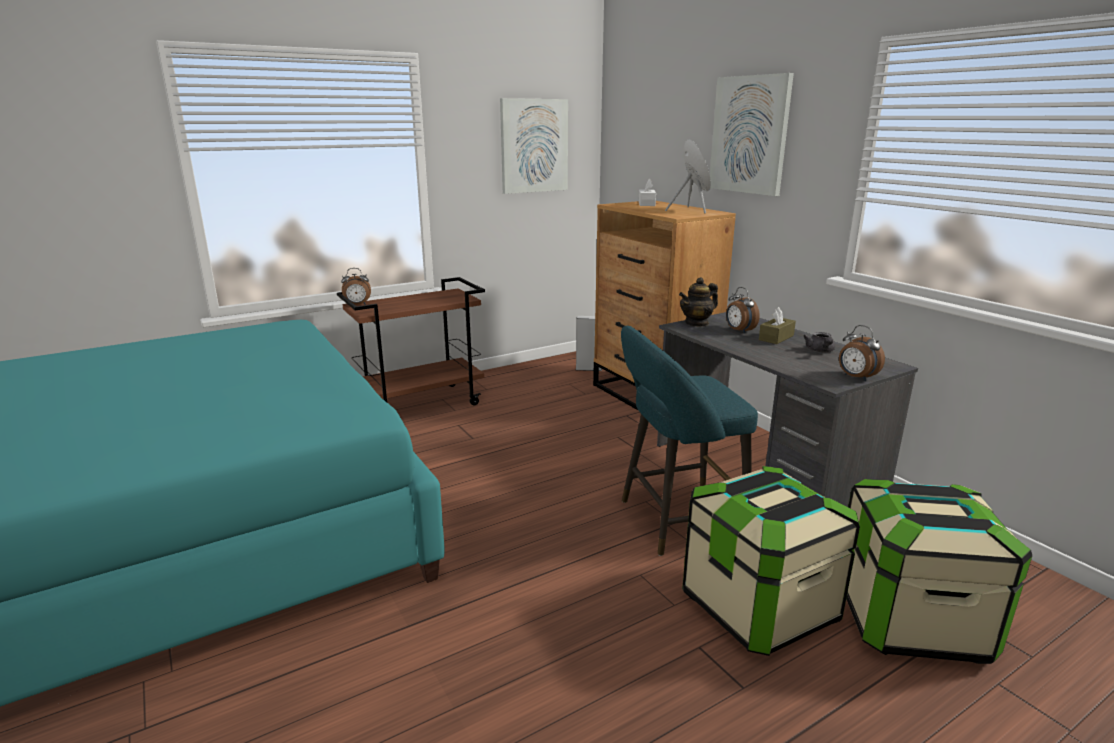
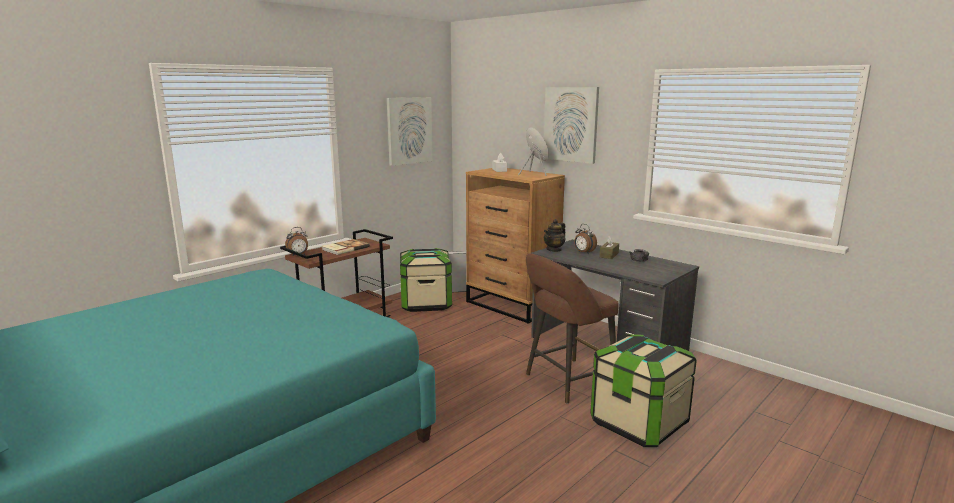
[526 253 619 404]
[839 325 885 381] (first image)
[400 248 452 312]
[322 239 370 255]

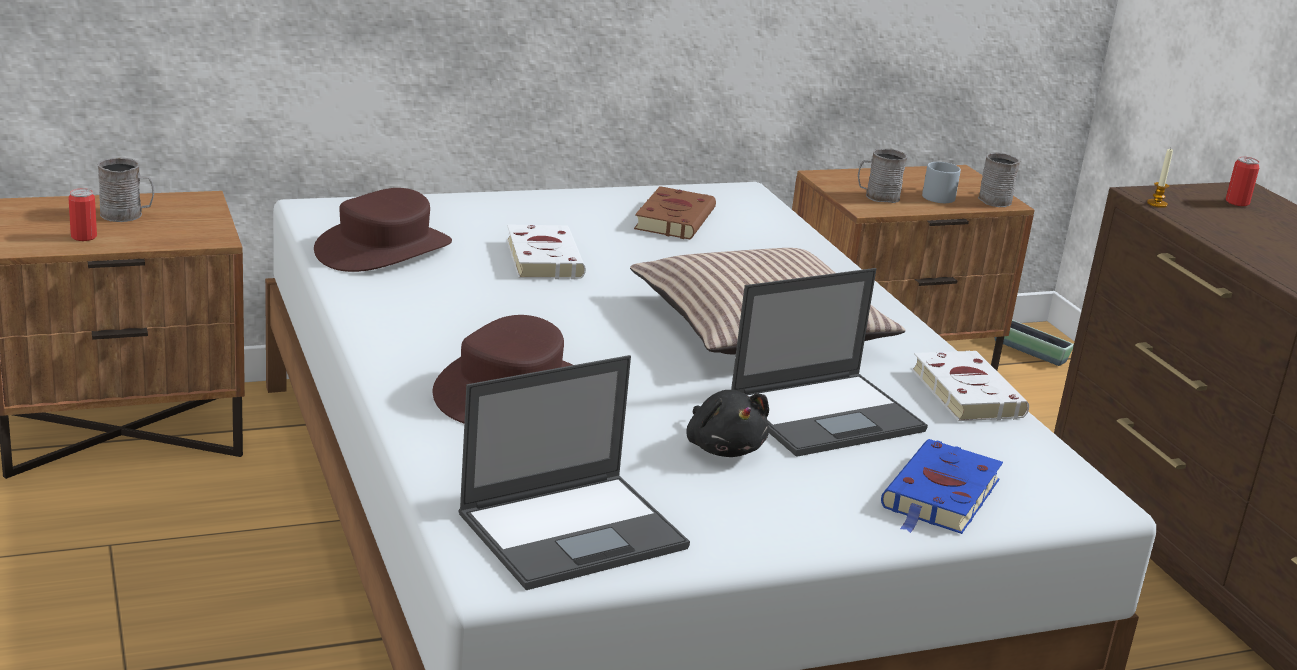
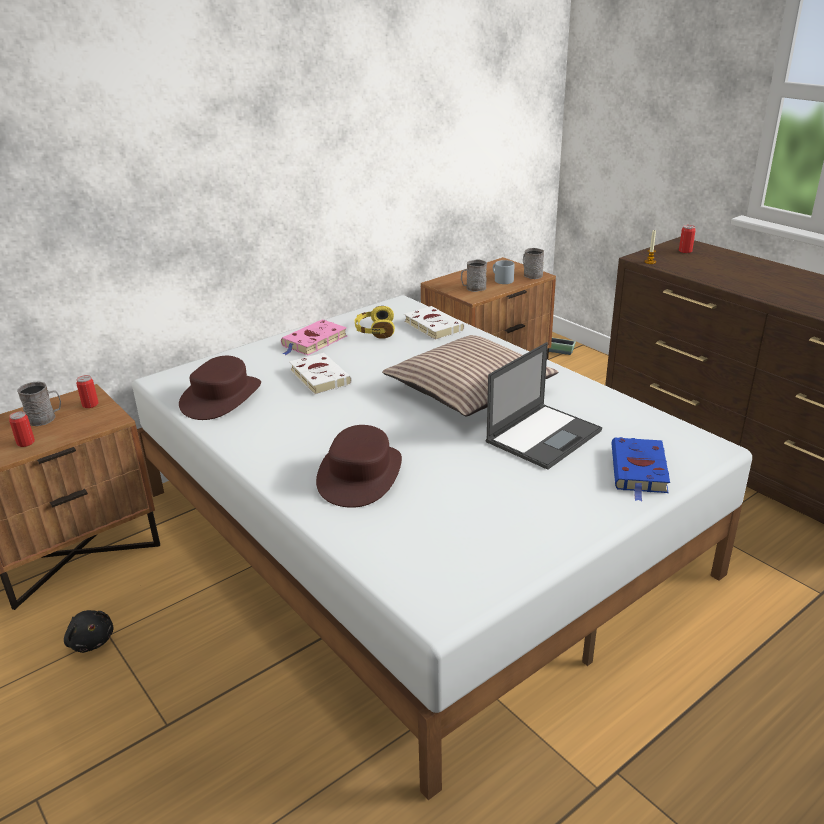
[458 355 690 590] (first image)
[355 306 395 339]
[64 610 114 653]
[404 306 465 340]
[76 375 99 408]
[281 320 347 355]

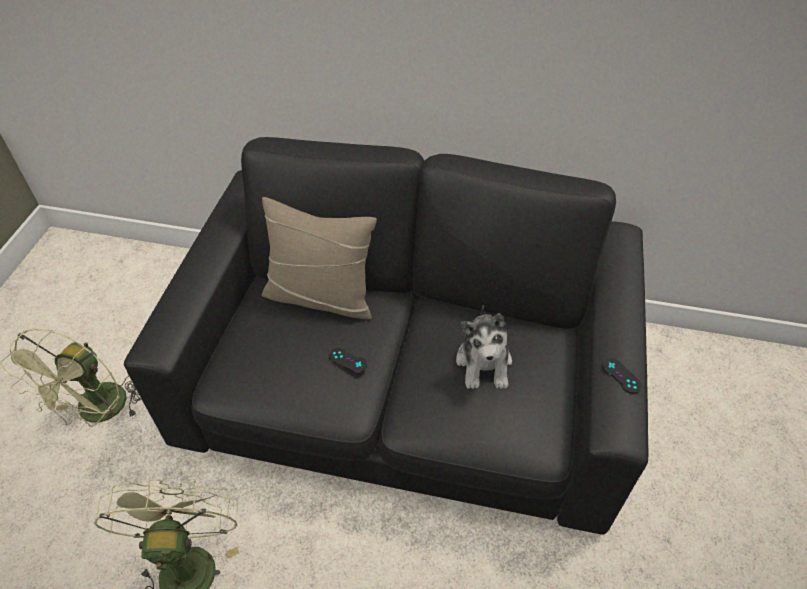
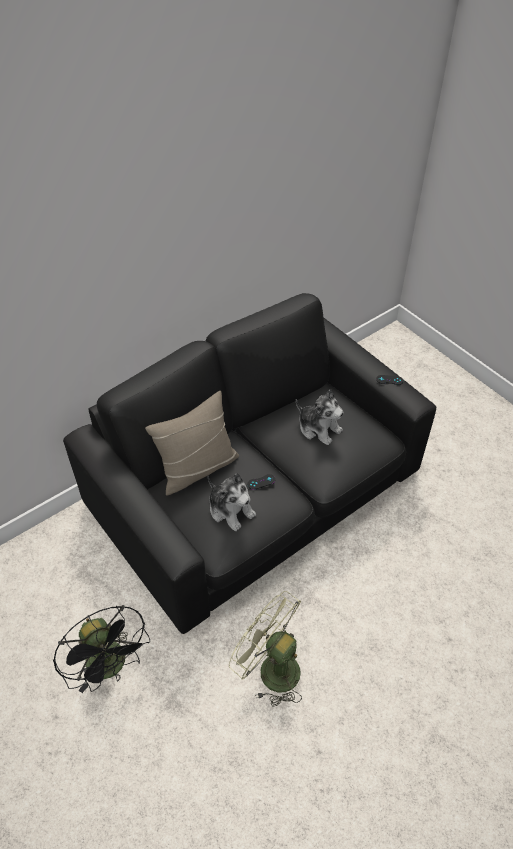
[53 605 150 693]
[208 473 256 531]

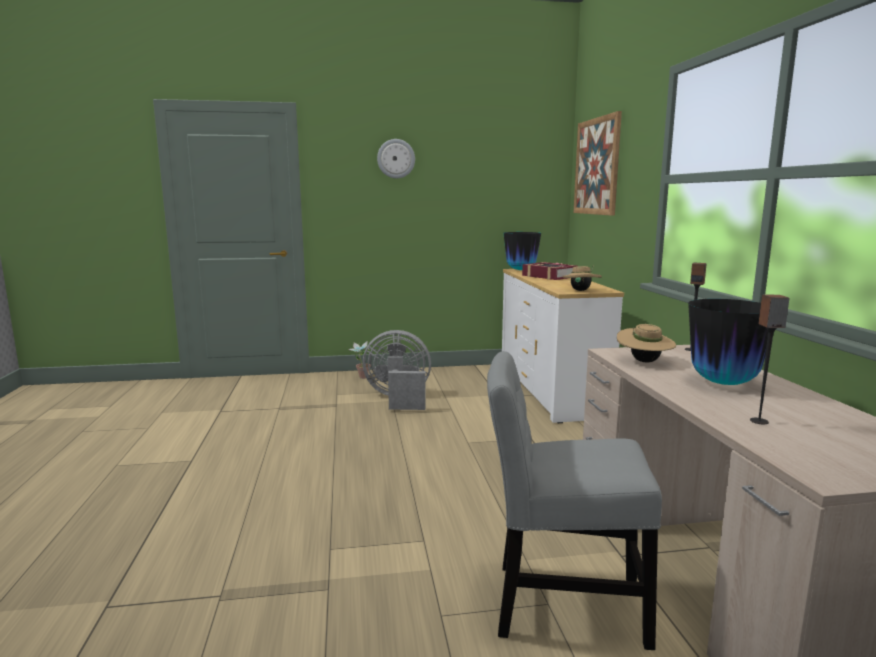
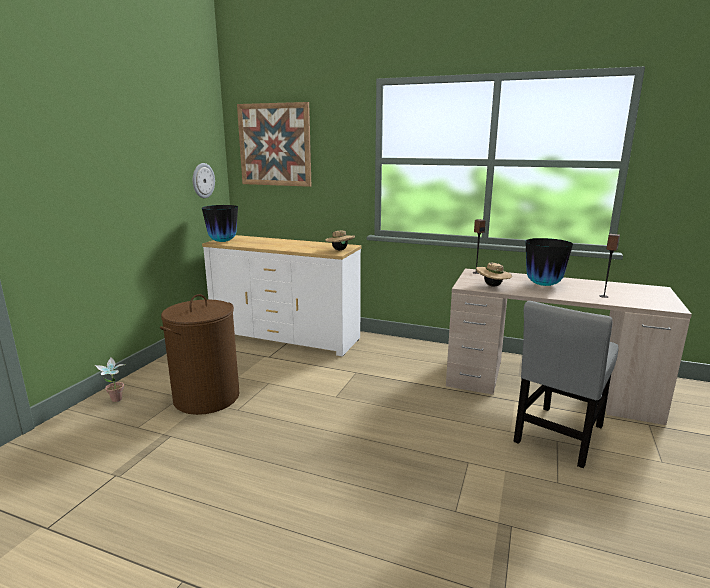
[160 294 239 415]
[193 163 215 198]
[522 262 576 280] (first image)

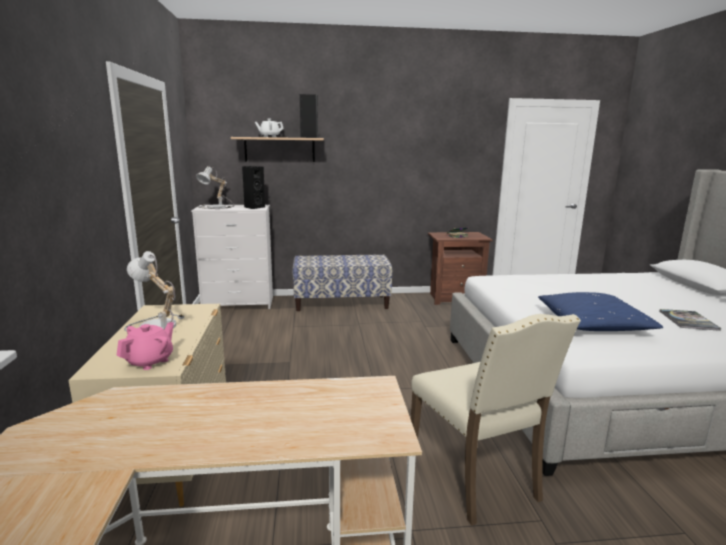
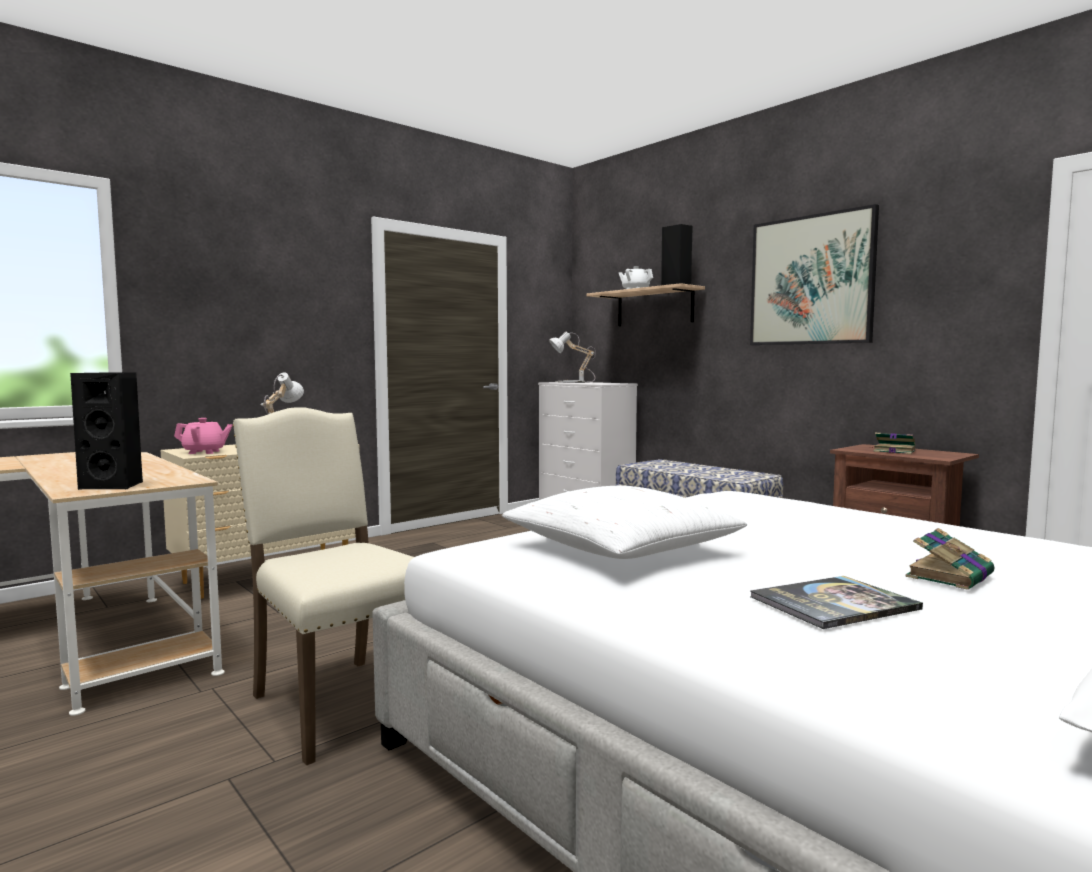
[70 372 143 490]
[233 407 414 766]
[502 486 747 559]
[750 204 879 345]
[906 528 994 590]

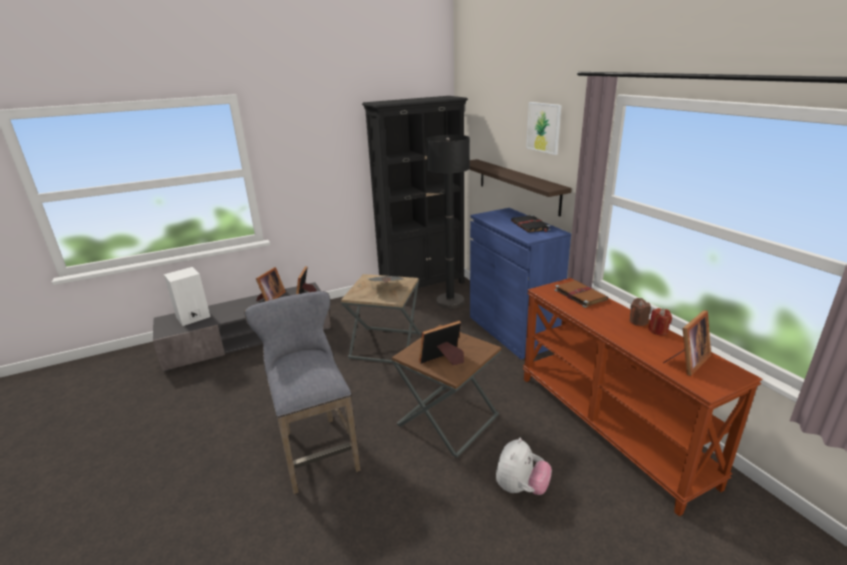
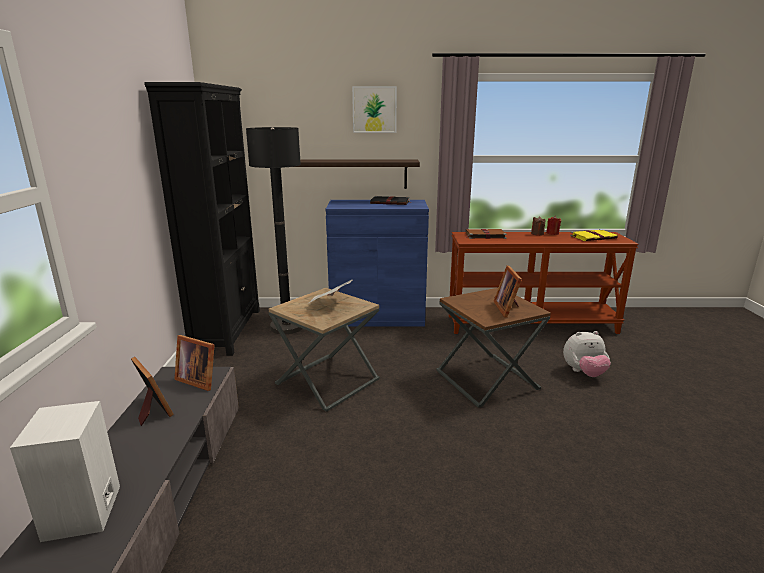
[244 291 361 494] (first image)
[563 331 611 377]
[570 229 618 241]

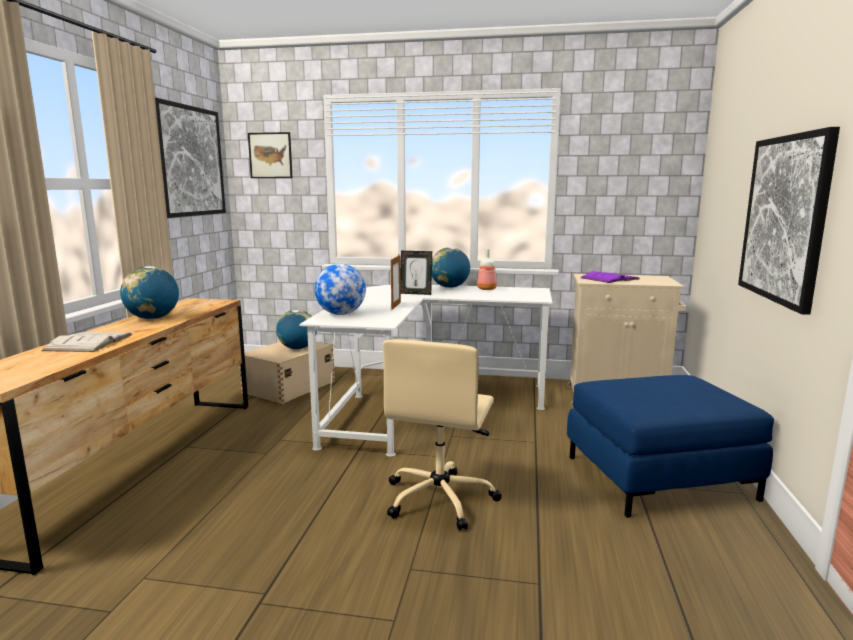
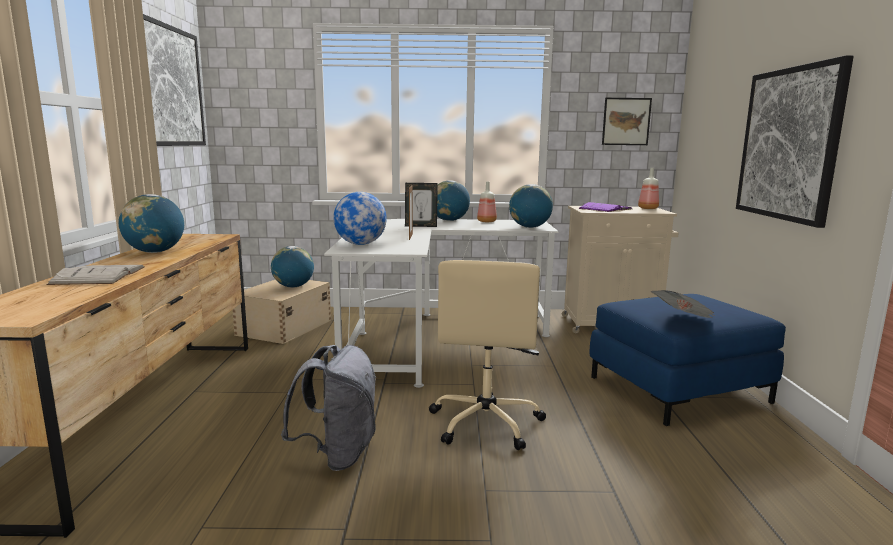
[602 98 652 145]
[281 345 376 471]
[509 184 553 228]
[638 168 659 209]
[650 290 715 318]

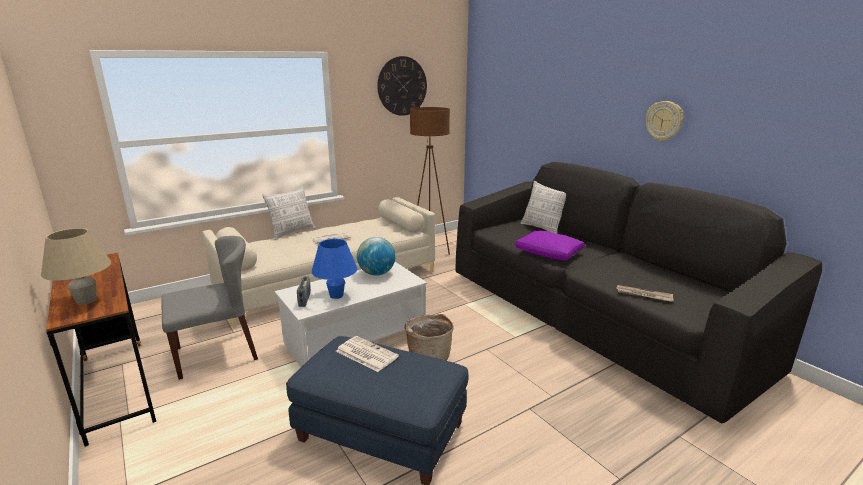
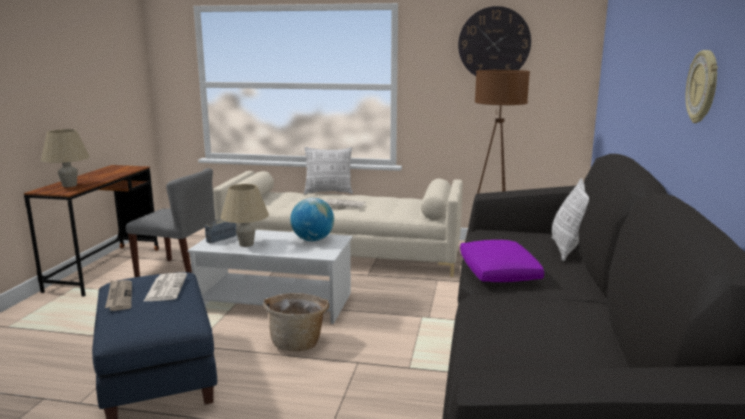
[221 184 269 247]
[105 280 132 311]

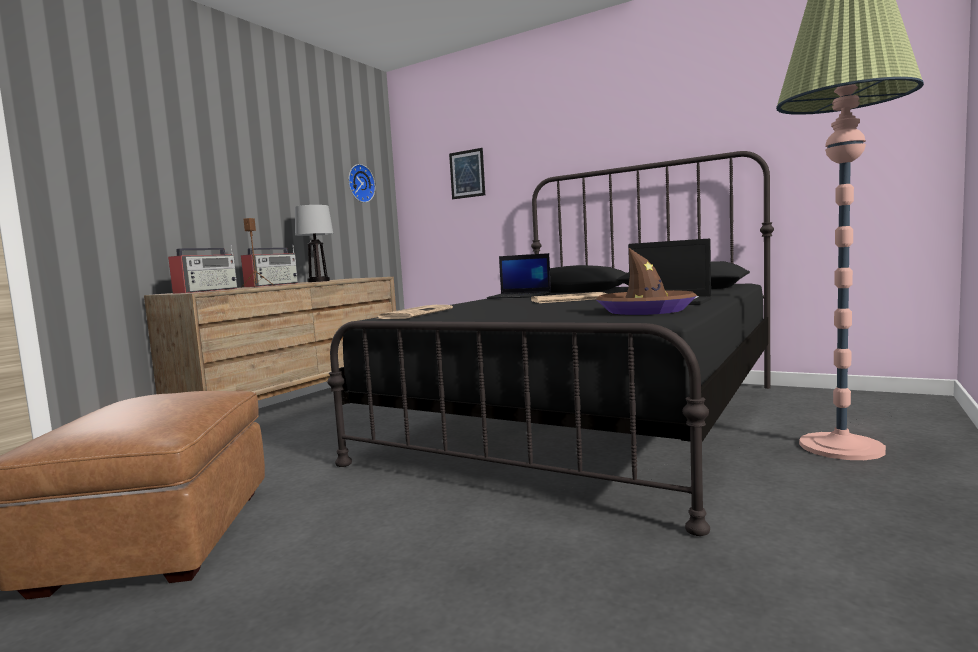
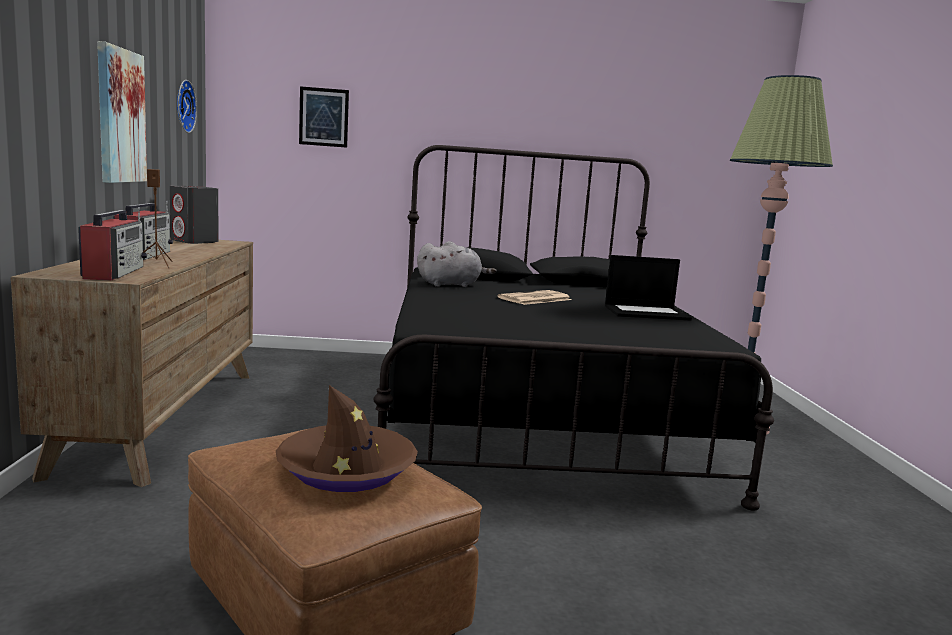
[295 205 333 282] (first image)
[376 305 453 319] (first image)
[417 241 496 287]
[276 385 418 492]
[97 41 147 183]
[170 185 218 244]

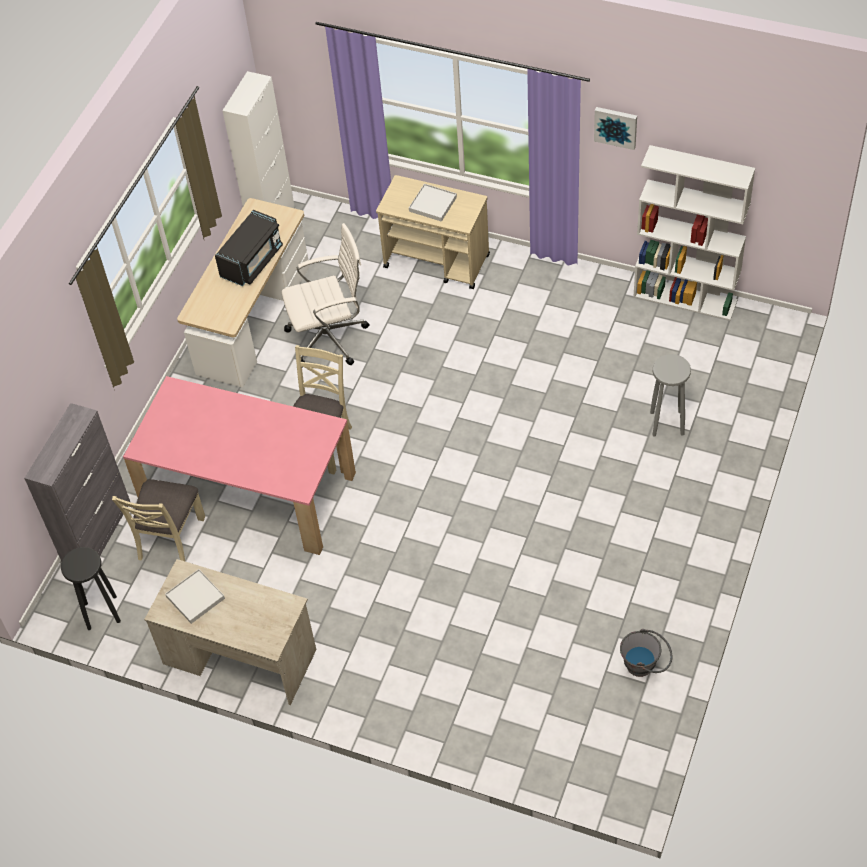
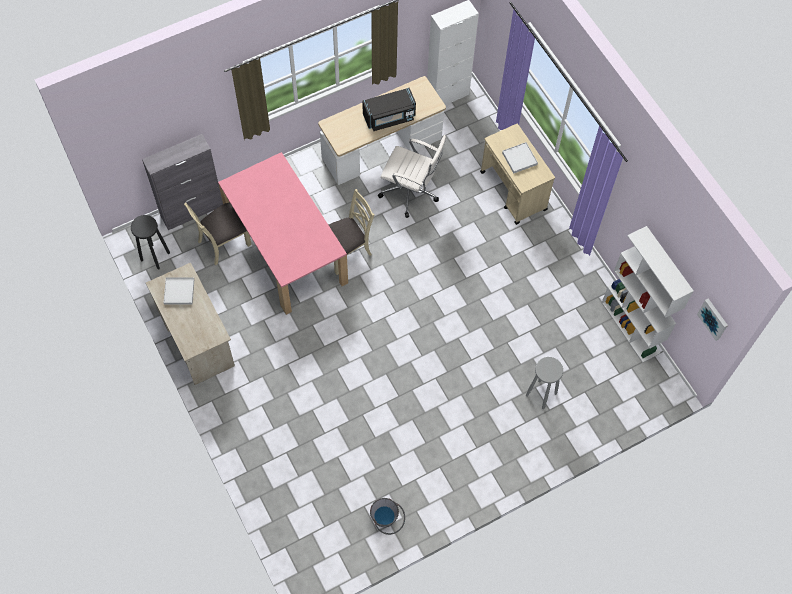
[697 299 728 341]

